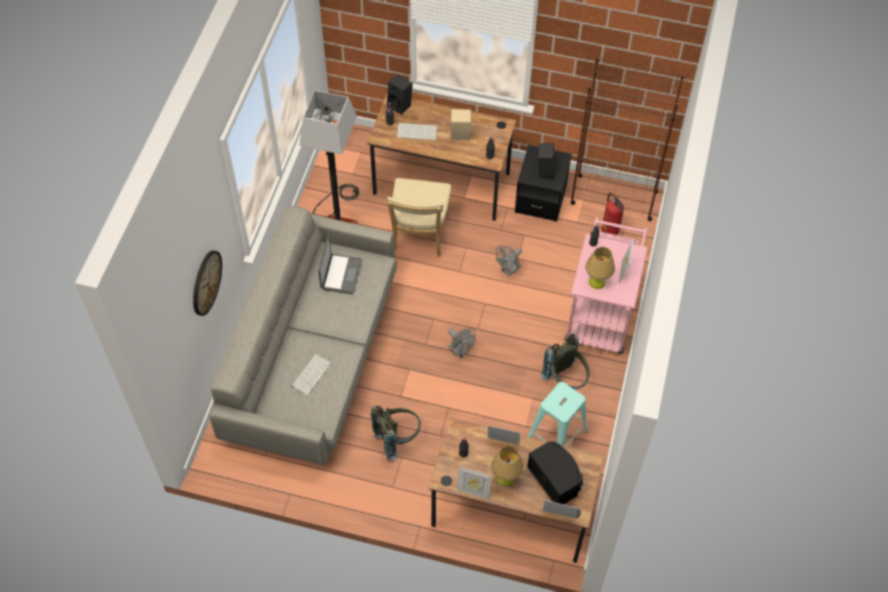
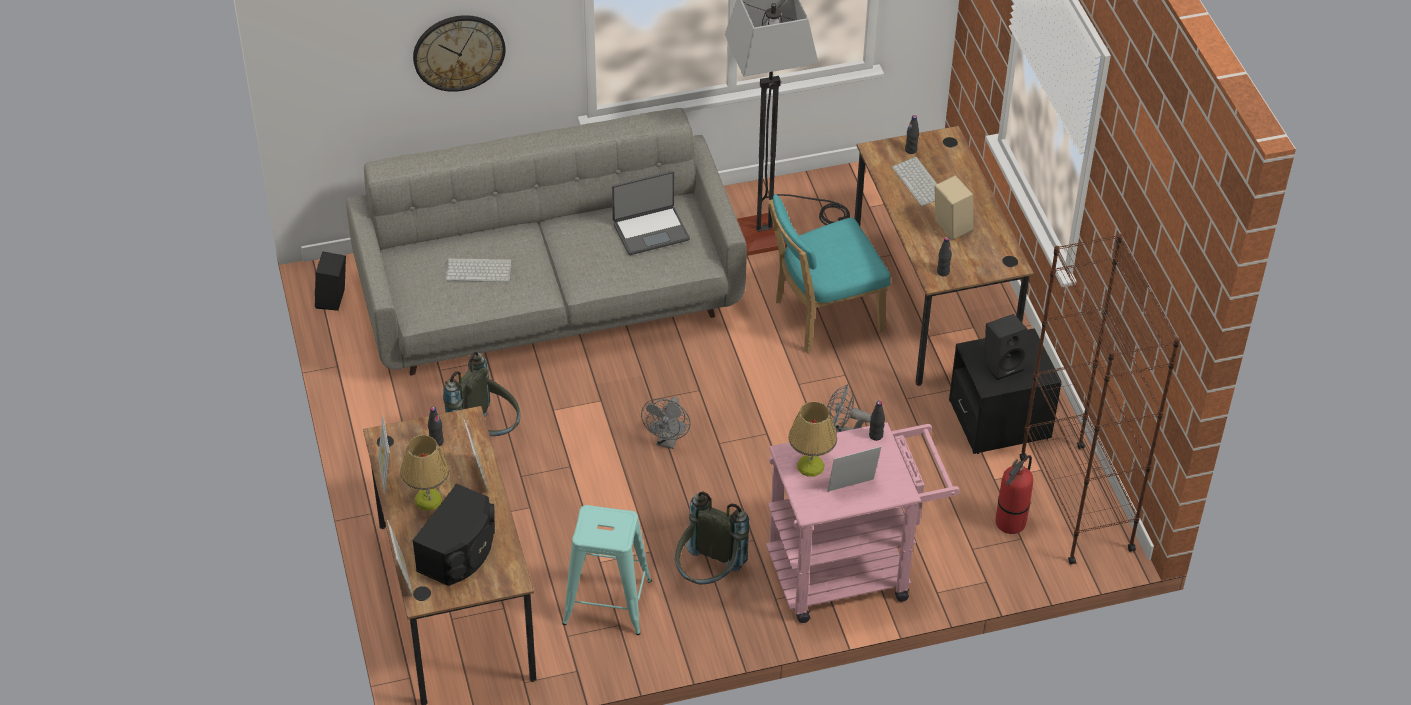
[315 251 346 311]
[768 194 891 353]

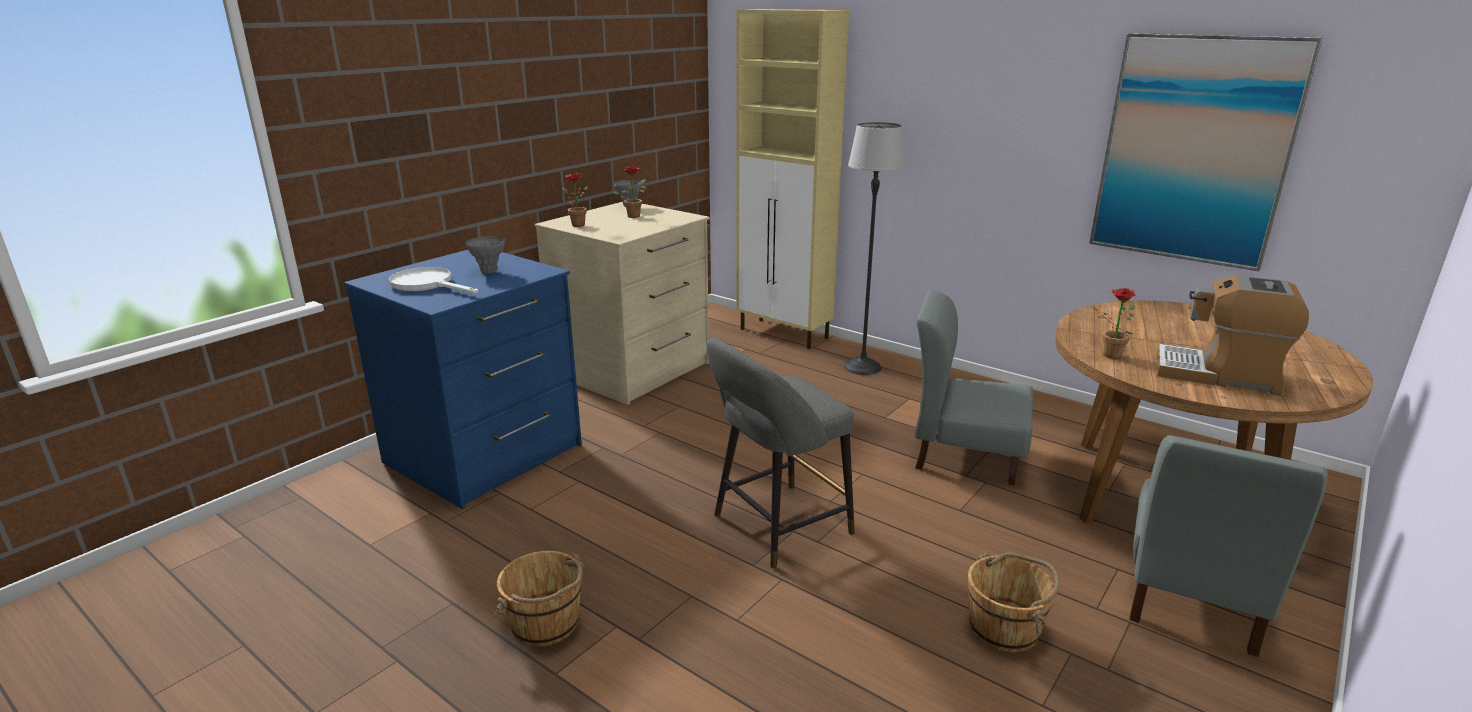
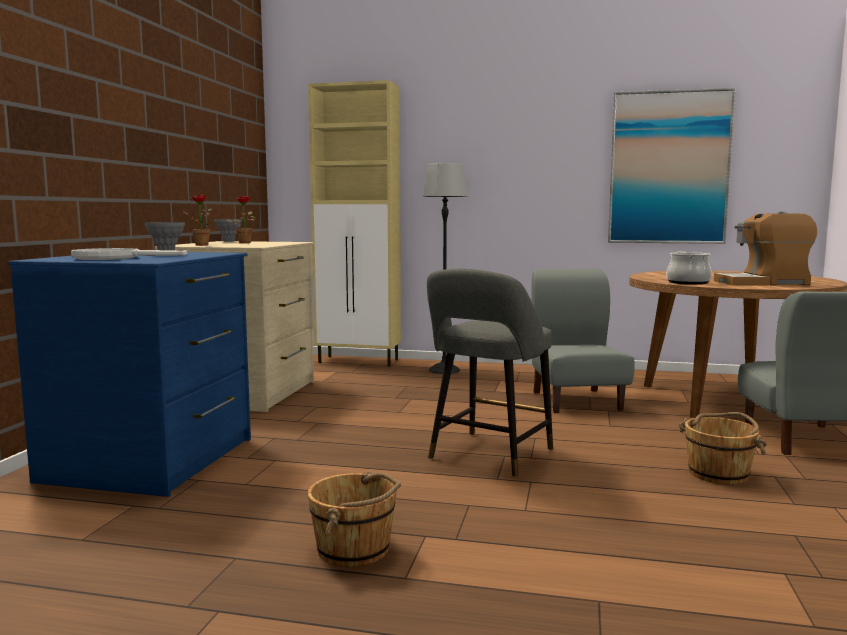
[531 269 635 413]
[666 251 712 285]

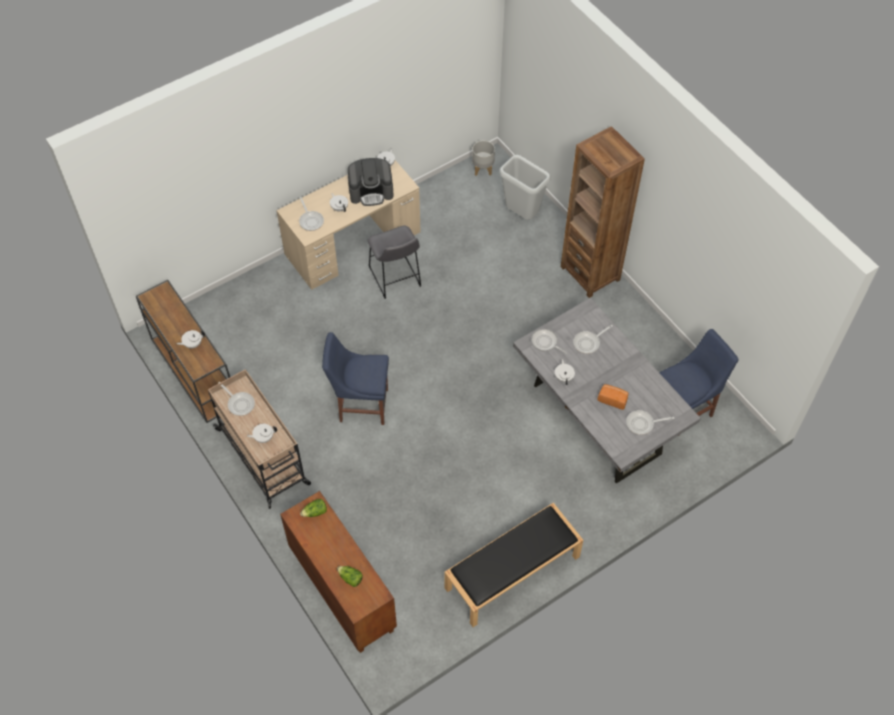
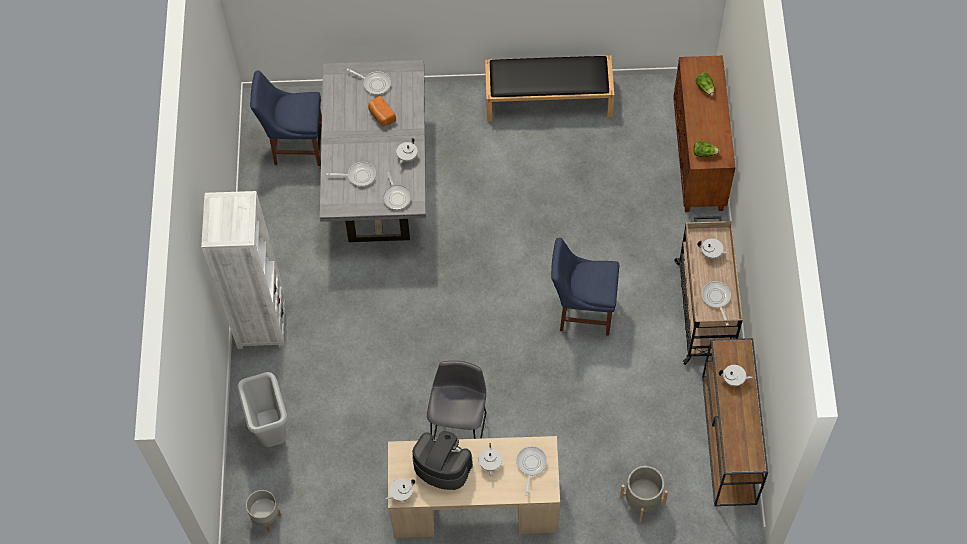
[551 238 619 336]
[201 191 286 349]
[620 466 668 522]

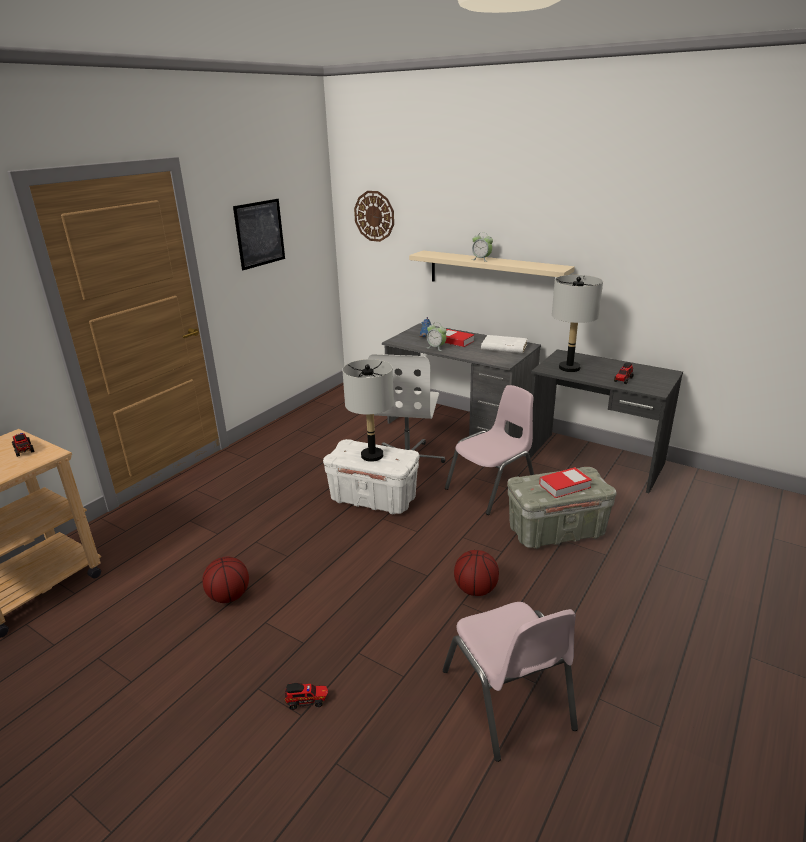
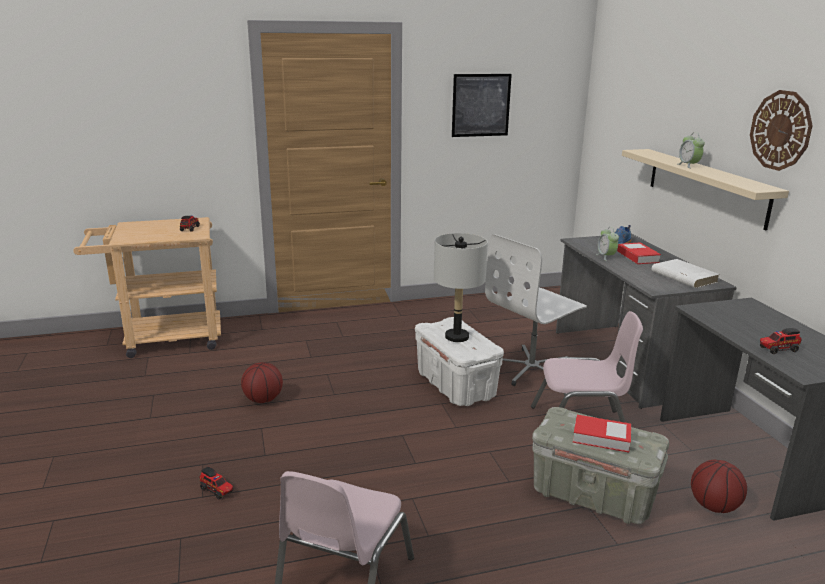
[750 90 813 171]
[691 460 747 513]
[552 275 603 372] (first image)

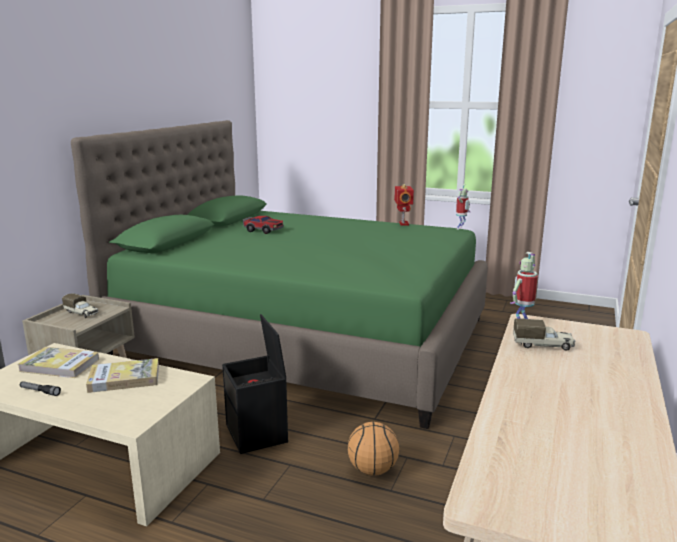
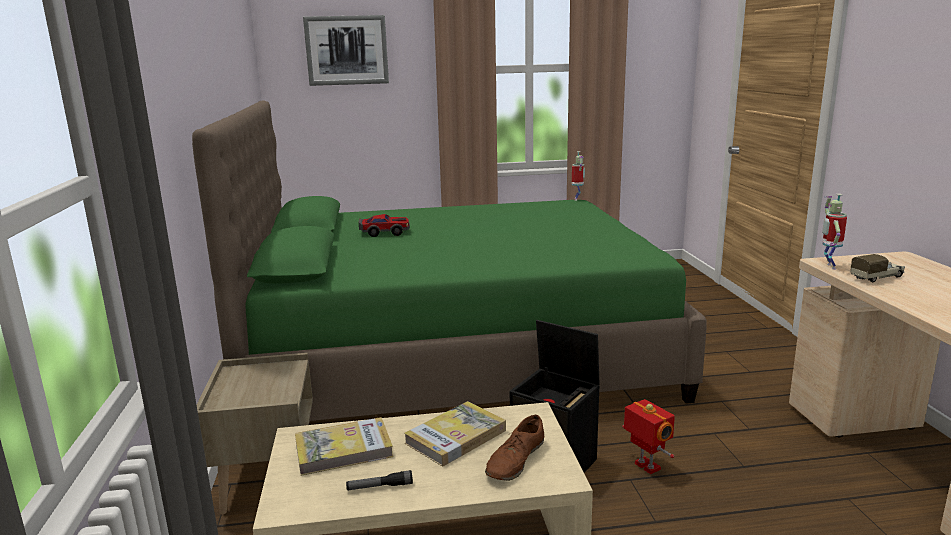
[62 293 99 318] (first image)
[347 422 399 476] (first image)
[622 399 675 474]
[303 15 389 86]
[485 415 544 481]

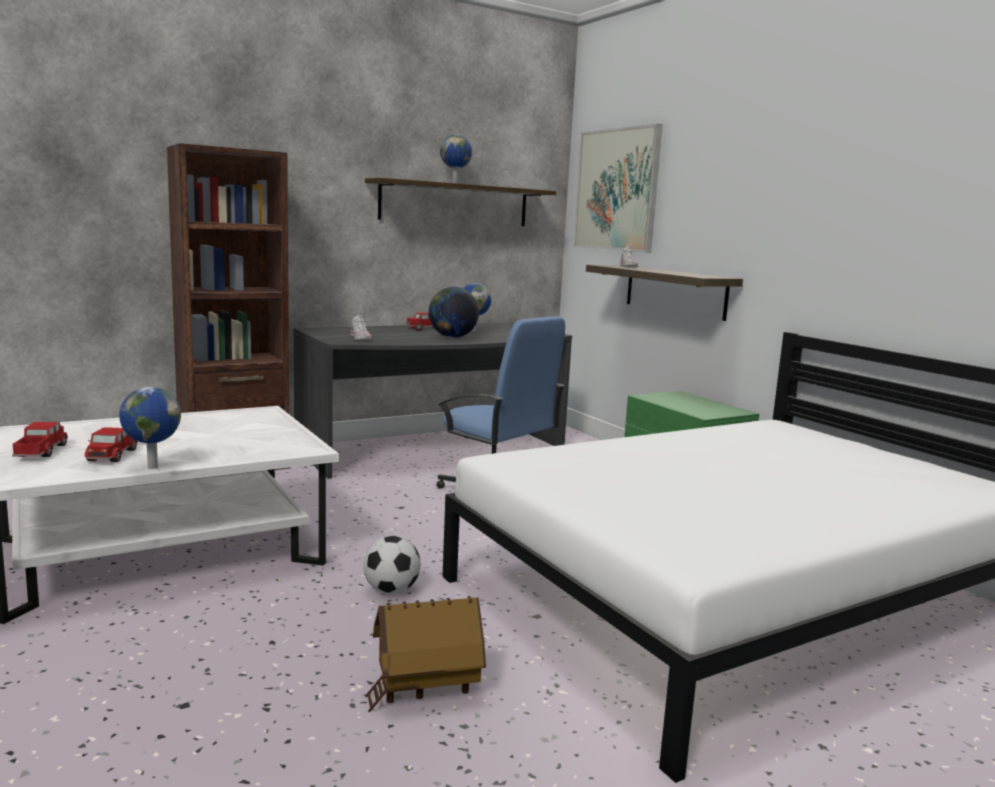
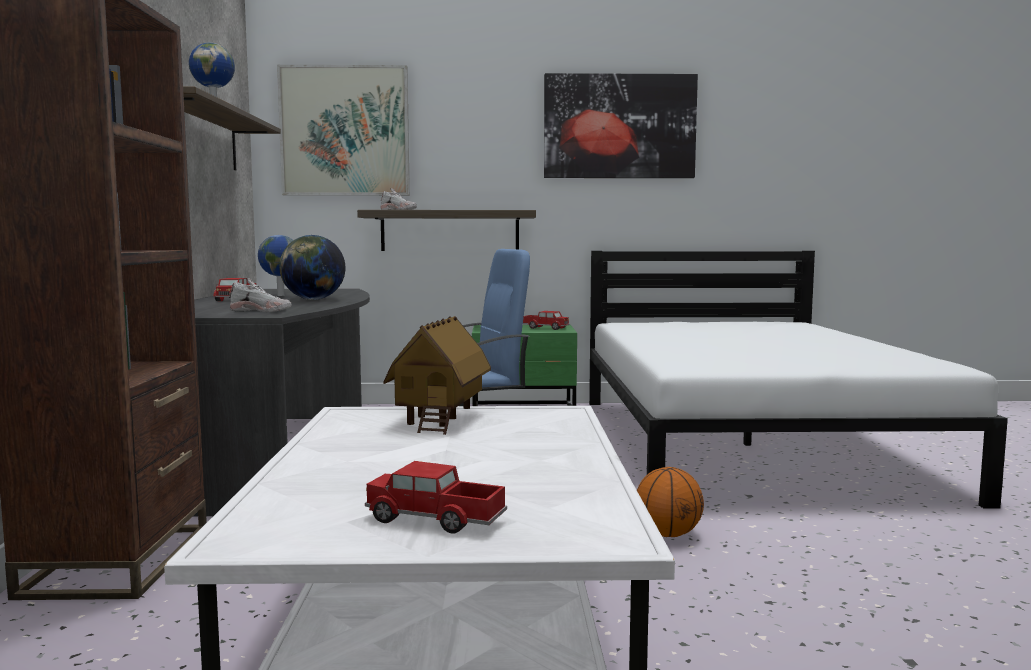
[523 311 569 330]
[119 387 181 469] (first image)
[637 467 704 537]
[383 316 491 435]
[544 73 698 178]

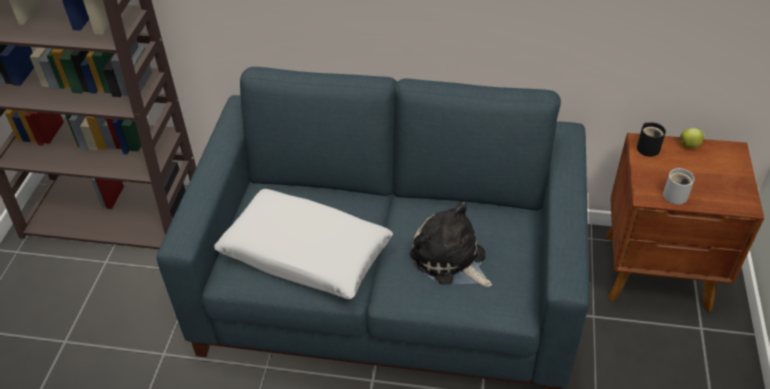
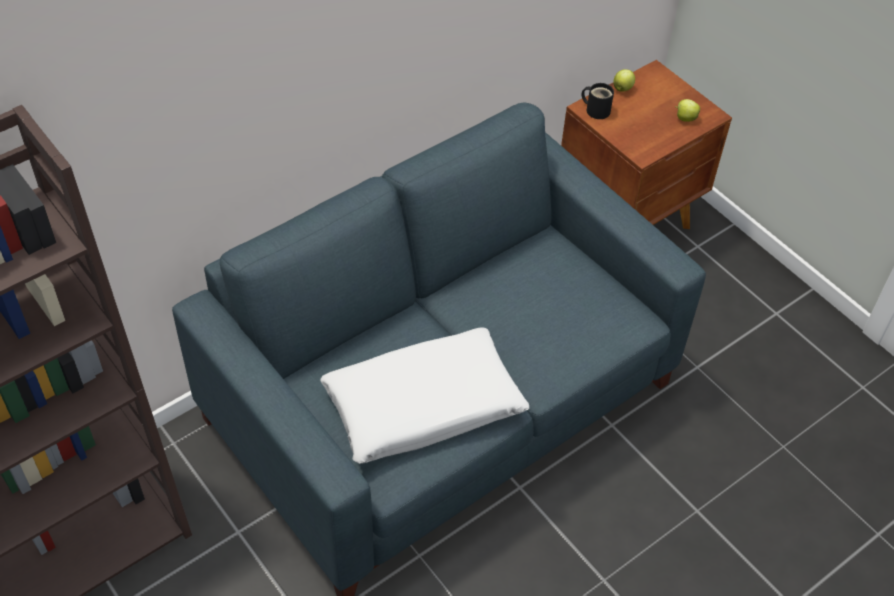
[410 201 492 287] (first image)
[663 168 695 204] (first image)
[675 99 700 122]

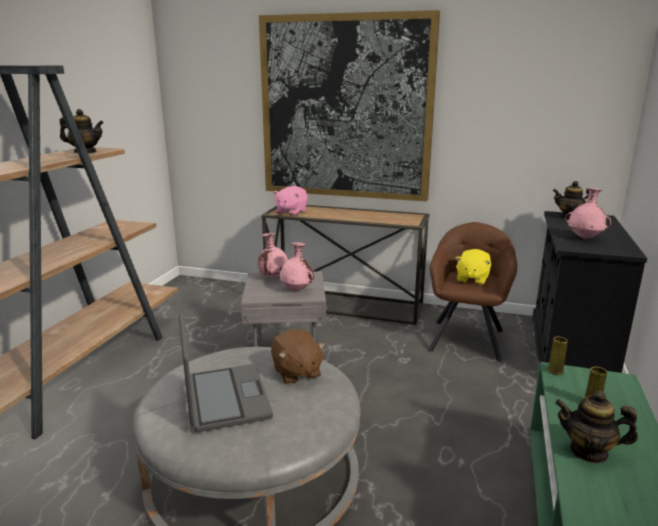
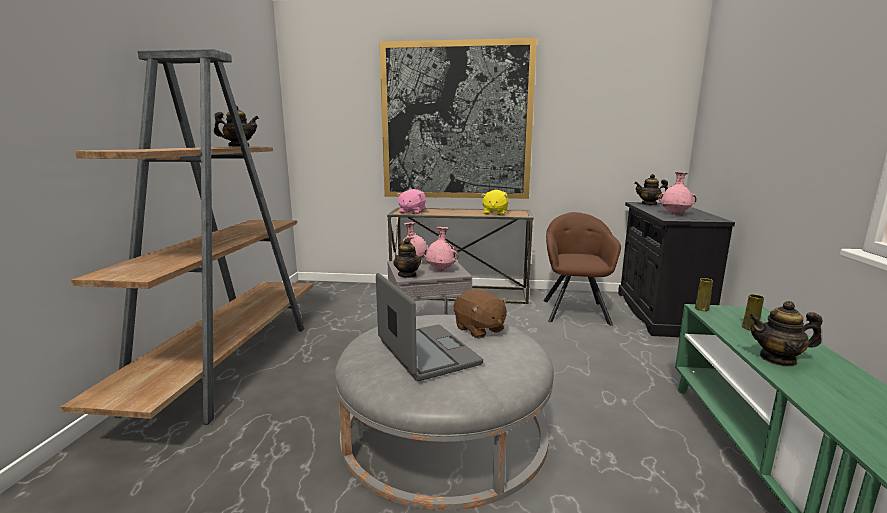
[481 190 508 215]
[394 239 421 278]

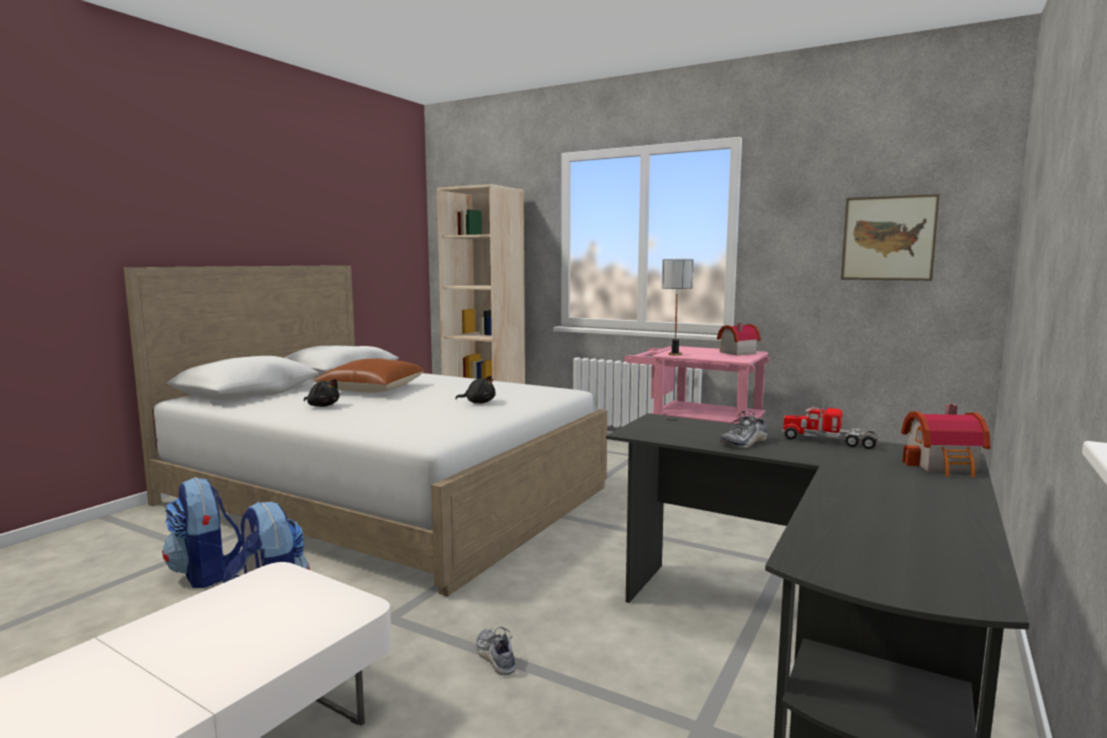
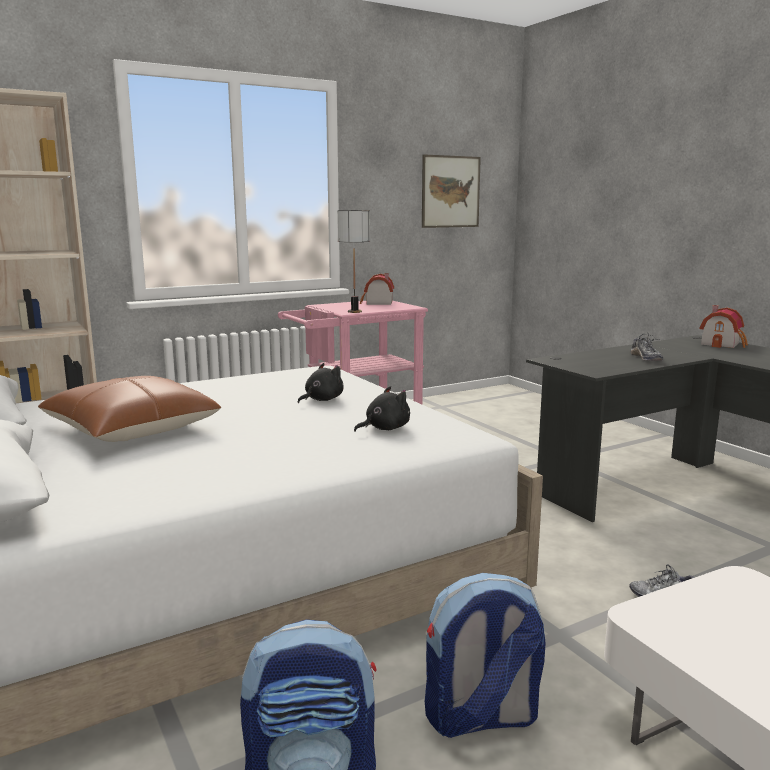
[354 386 410 432]
[781 401 880 449] (first image)

